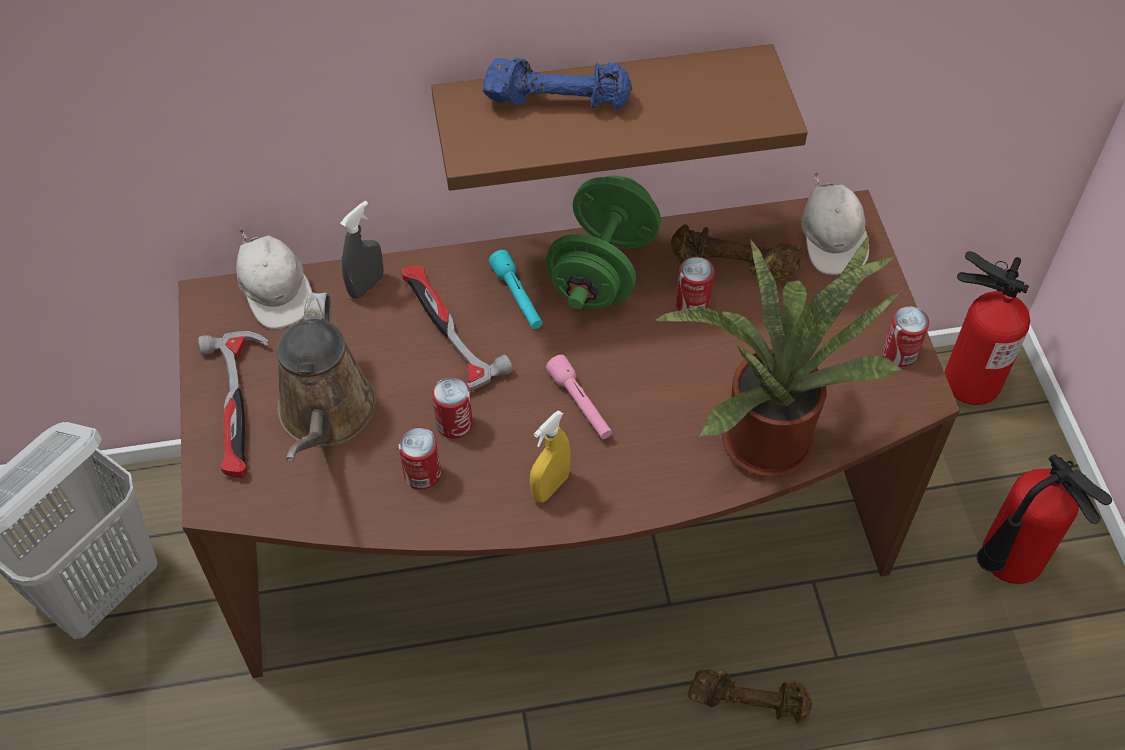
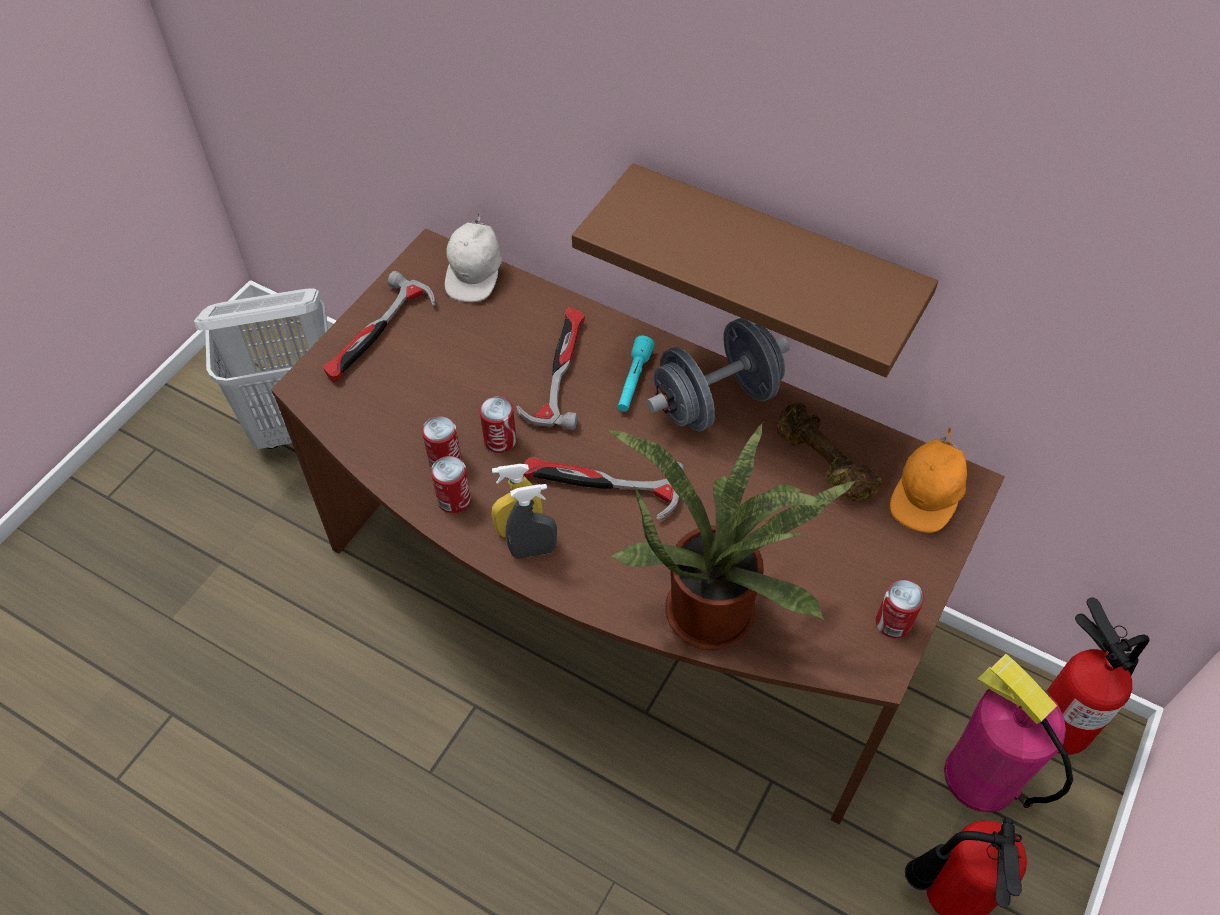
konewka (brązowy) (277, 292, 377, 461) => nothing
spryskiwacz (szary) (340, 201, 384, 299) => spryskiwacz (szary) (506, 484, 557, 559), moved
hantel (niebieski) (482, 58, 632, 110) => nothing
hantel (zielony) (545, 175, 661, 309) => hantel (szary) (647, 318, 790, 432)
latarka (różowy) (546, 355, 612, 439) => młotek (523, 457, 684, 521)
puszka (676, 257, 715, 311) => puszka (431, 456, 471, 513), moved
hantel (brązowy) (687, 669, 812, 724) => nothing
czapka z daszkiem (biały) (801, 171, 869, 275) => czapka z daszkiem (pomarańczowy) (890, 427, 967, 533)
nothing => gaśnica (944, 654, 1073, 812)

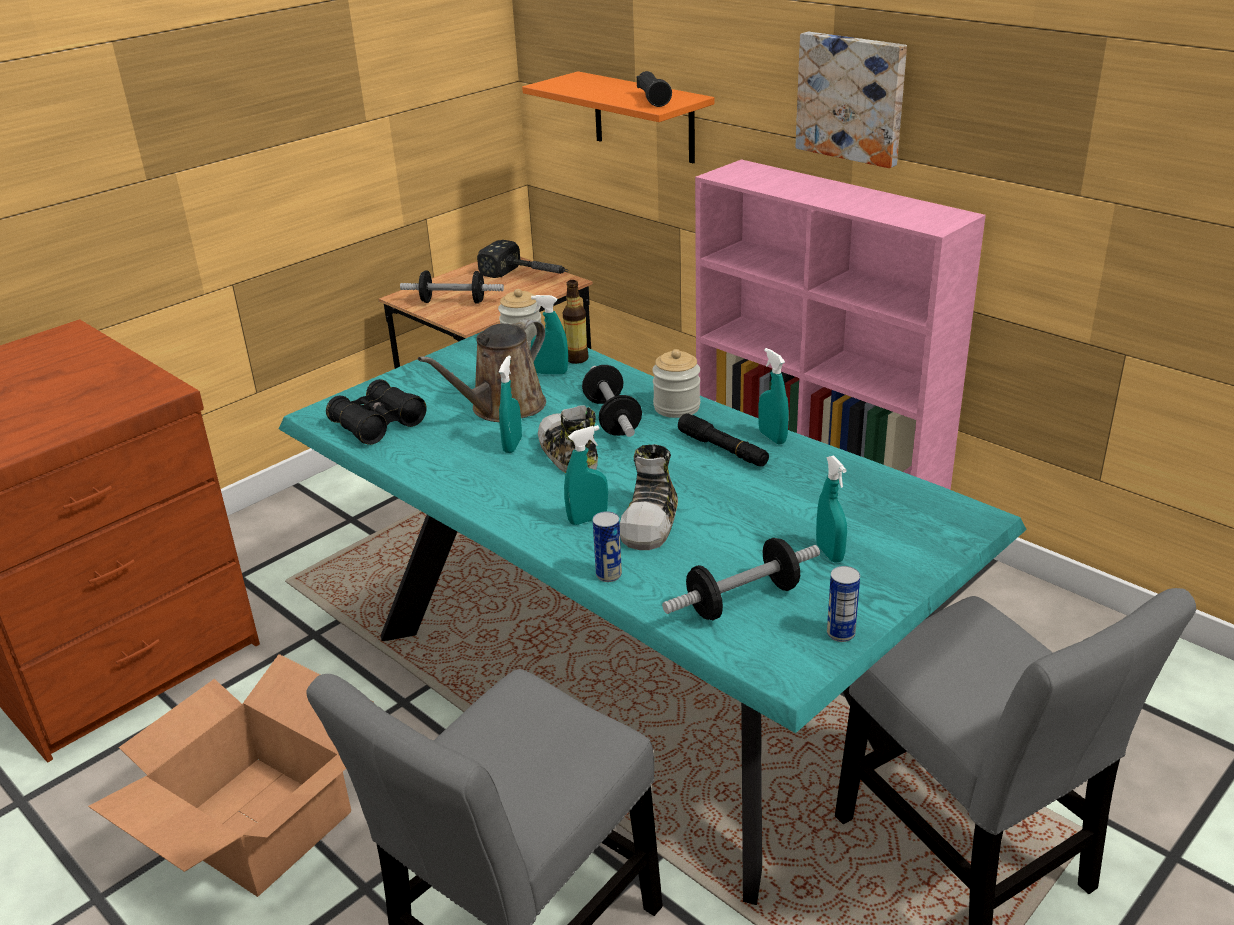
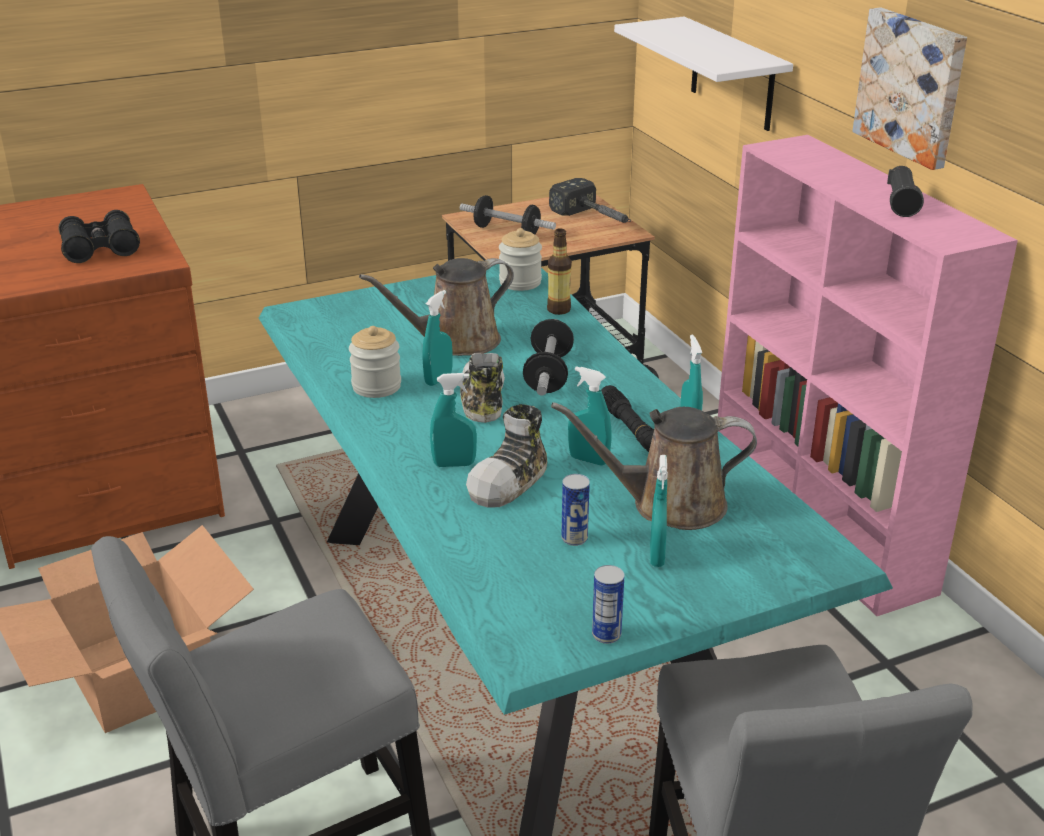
lornetka (czarny) (326, 379, 427, 445) => lornetka (czarny) (58, 210, 140, 263), moved
półka (pomarańczowy) (522, 71, 714, 164) => półka (biały) (614, 17, 793, 131)
spryskiwacz (turkusowy) (531, 295, 568, 374) => spryskiwacz (turkusowy) (568, 366, 612, 466), moved
puszka (593, 511, 622, 582) => puszka (561, 474, 590, 546), moved
latarka (czarny) (637, 71, 672, 107) => latarka (czarny) (887, 166, 924, 217), moved
słoik (652, 349, 700, 418) => słoik (349, 326, 401, 398), moved
hantel (662, 538, 820, 620) => nothing
nothing => konewka (brązowy) (551, 402, 757, 530)

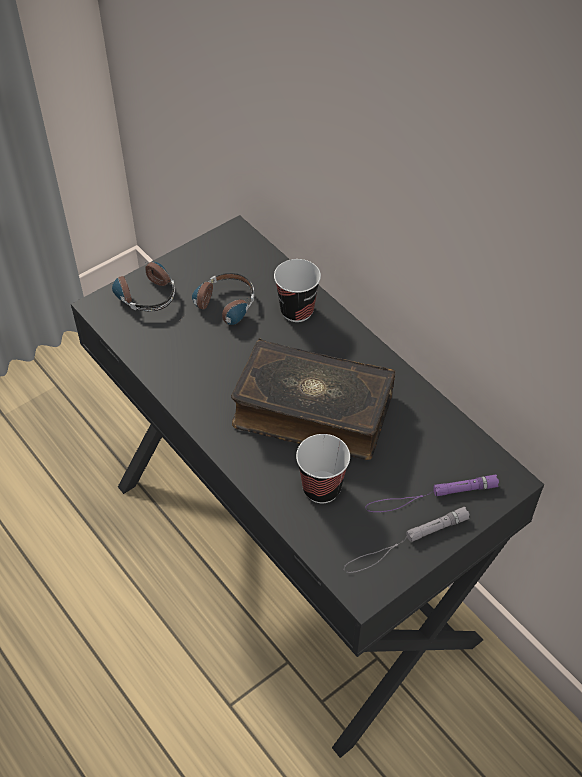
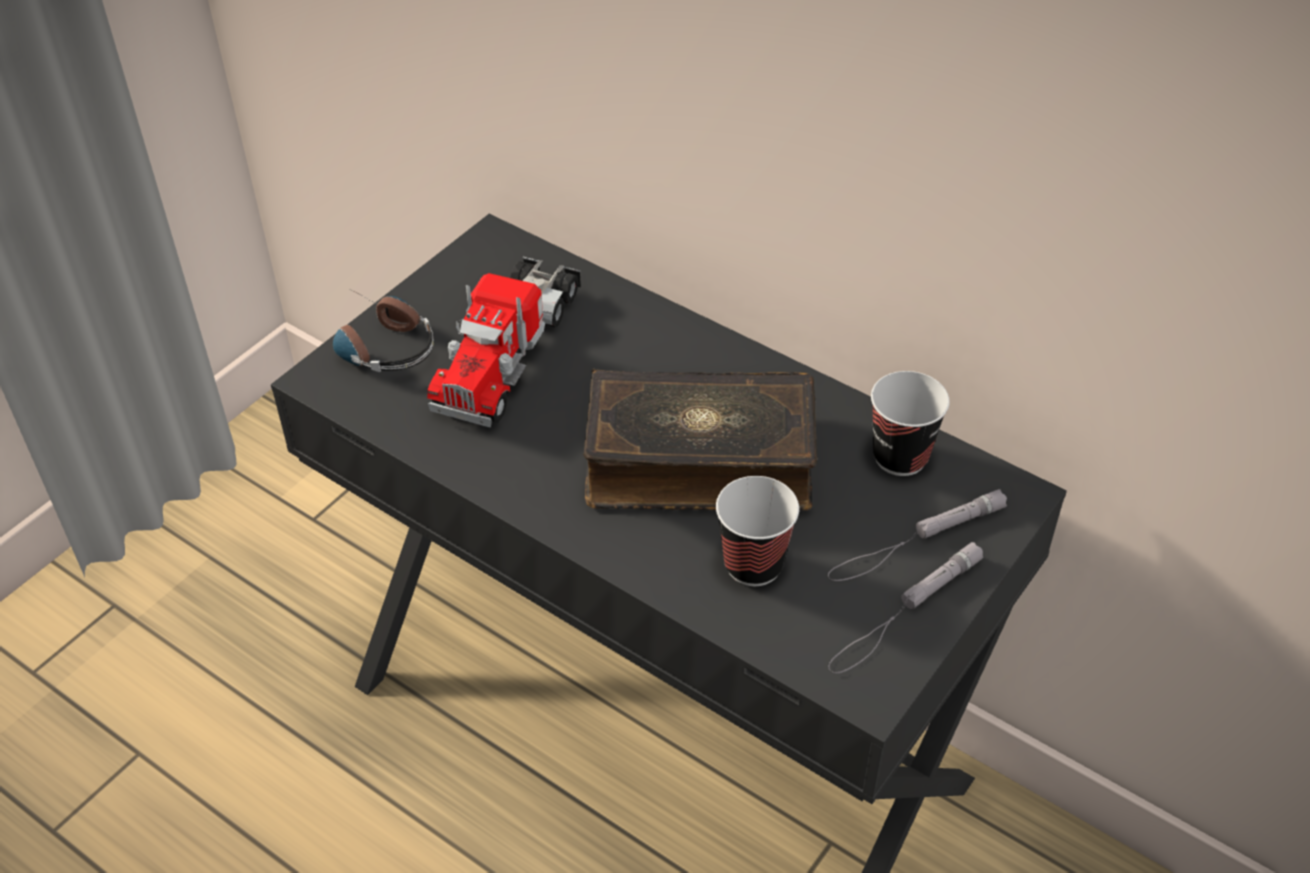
słuchawki (182, 273, 254, 325) => ciężarówka zabawkowa (427, 257, 581, 428)
filiżanka (274, 259, 321, 322) => filiżanka (871, 371, 950, 476), moved
latarka (fioletowy) (365, 475, 499, 512) => latarka (szary) (828, 489, 1007, 581)

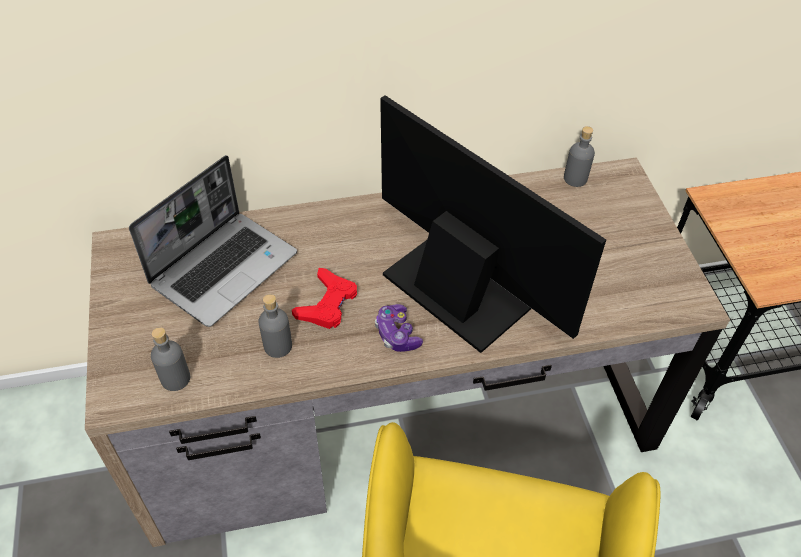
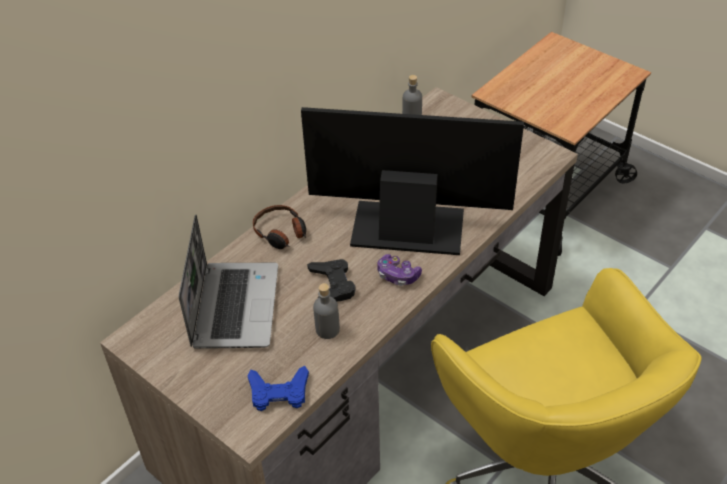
butelka (szary) (151, 327, 190, 391) => pad do gier (niebieski) (247, 366, 309, 411)
pad do gier (czerwony) (292, 268, 357, 329) => pad do gier (czarny) (307, 259, 356, 301)
nothing => słuchawki (253, 205, 306, 249)

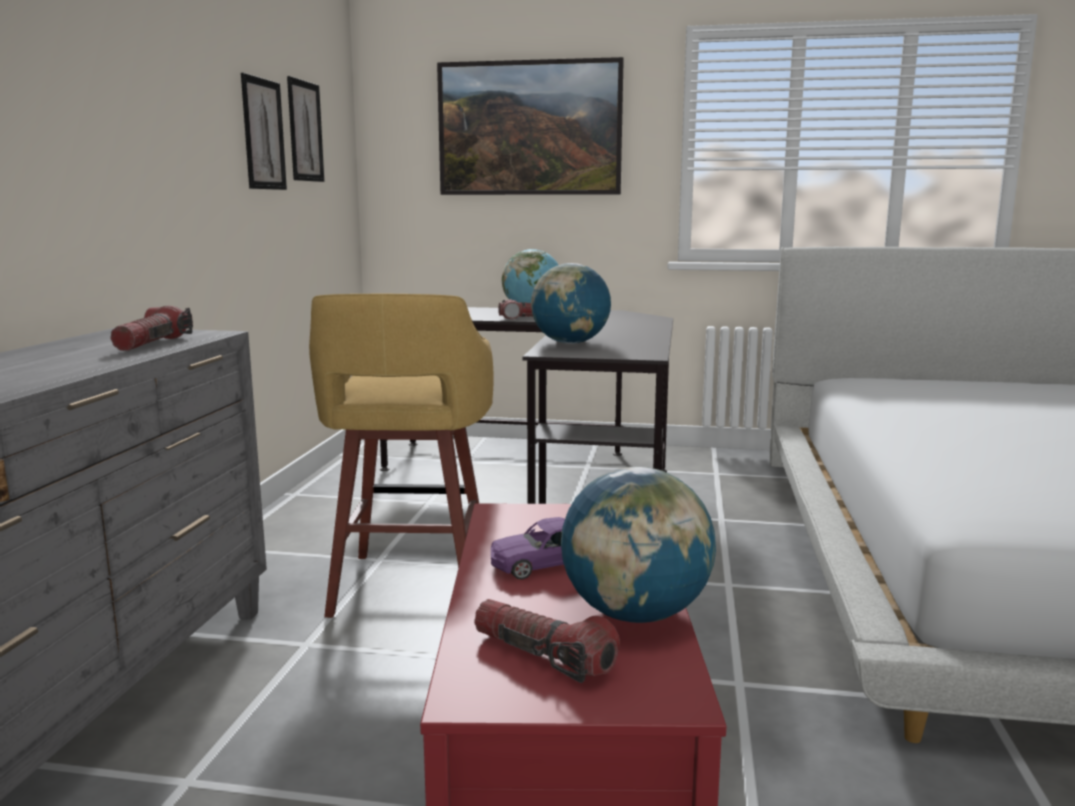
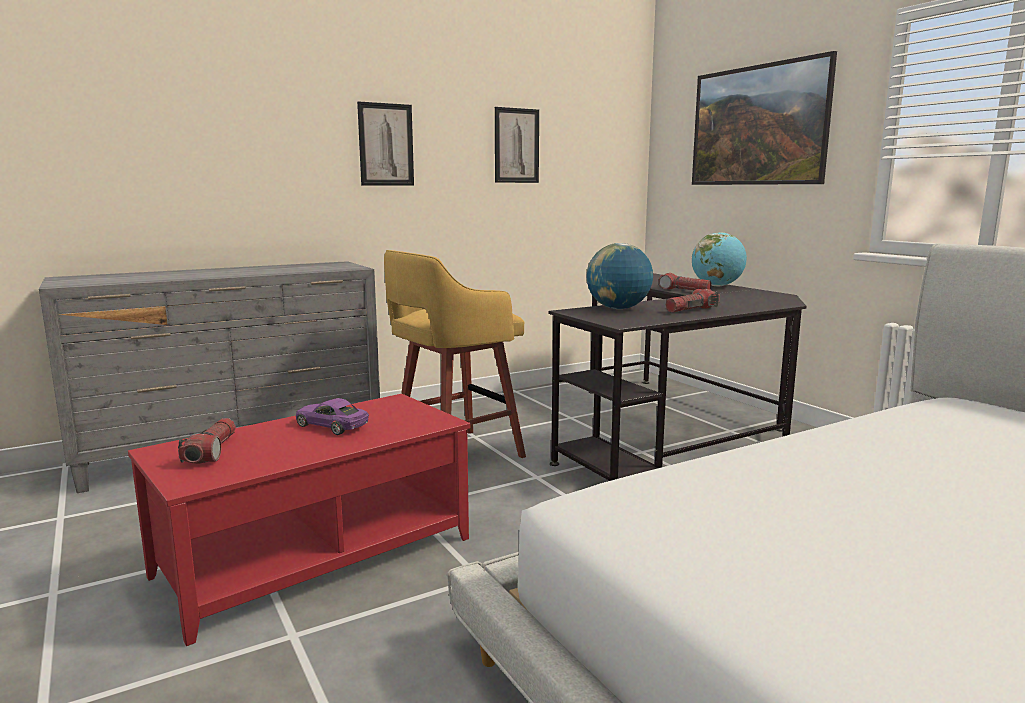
latarka (110, 306, 193, 351) => latarka (665, 289, 720, 313), moved
obraz (287, 76, 324, 182) => obraz (357, 101, 414, 186), moved
globus (561, 467, 716, 623) => nothing

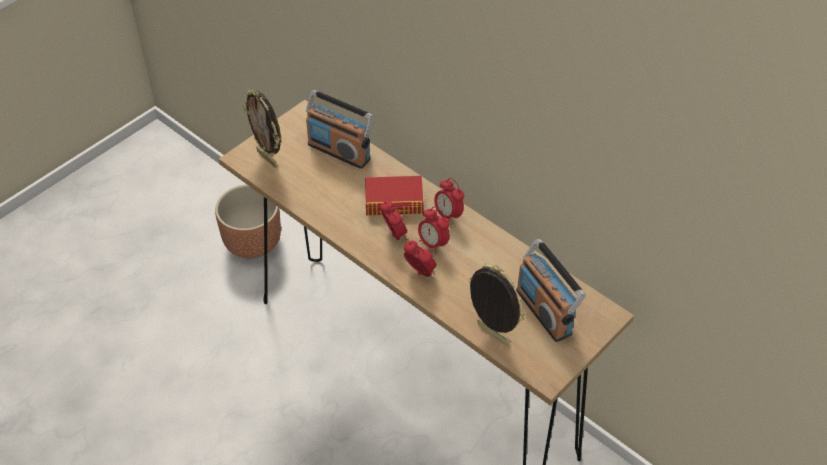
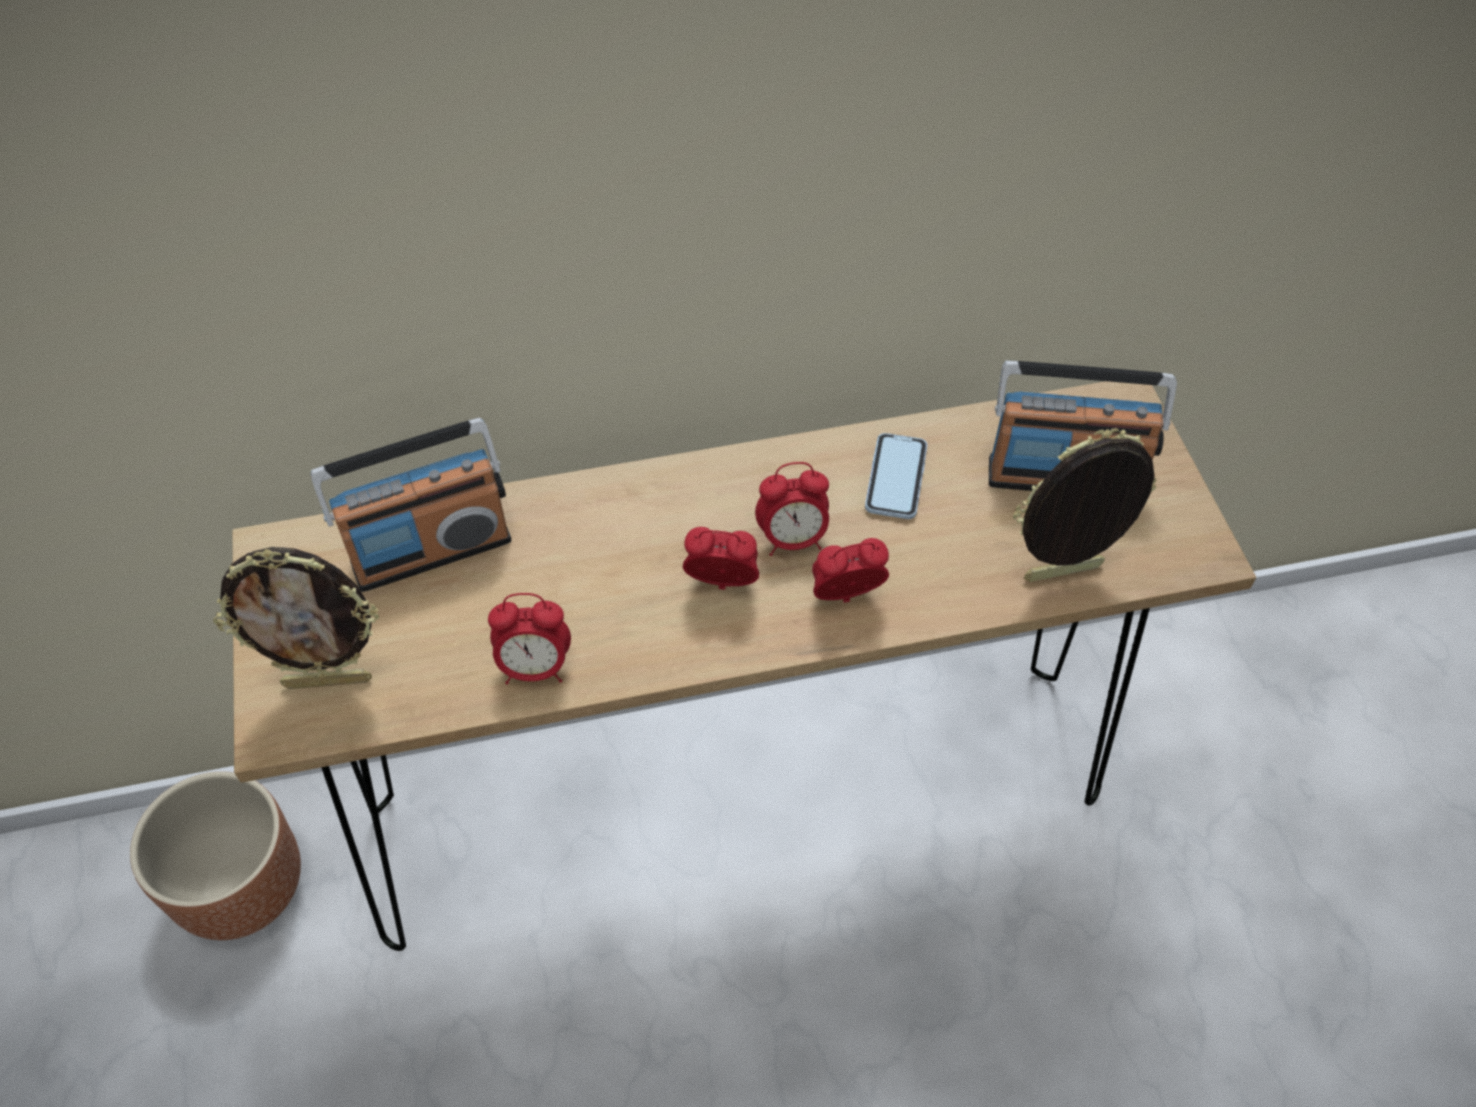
książka (365, 176, 424, 215) => nothing
budzik (434, 178, 464, 223) => budzik (488, 593, 571, 684), moved
nothing => telefon (865, 433, 927, 519)

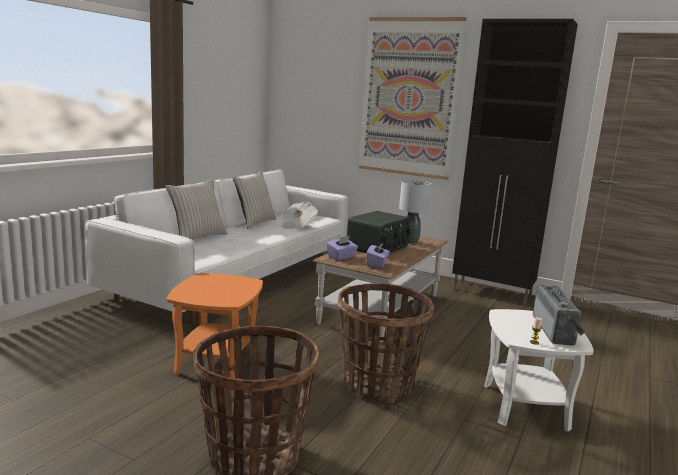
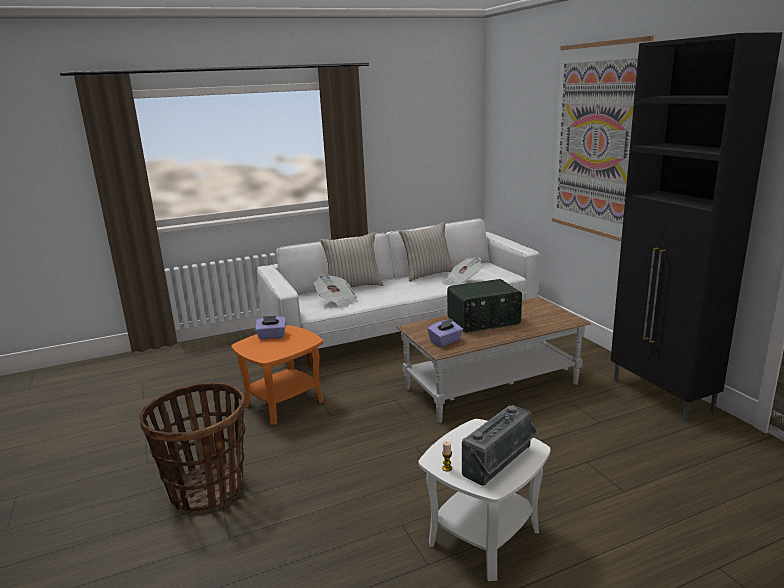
pudełko chusteczek (fioletowy) (326, 236, 358, 260) => pudełko chusteczek (fioletowy) (255, 316, 286, 339), moved
koszyk (338, 283, 434, 403) => nothing
lampa stołowa (szary) (399, 180, 431, 244) => nothing
nothing => gazeta (314, 274, 357, 308)

